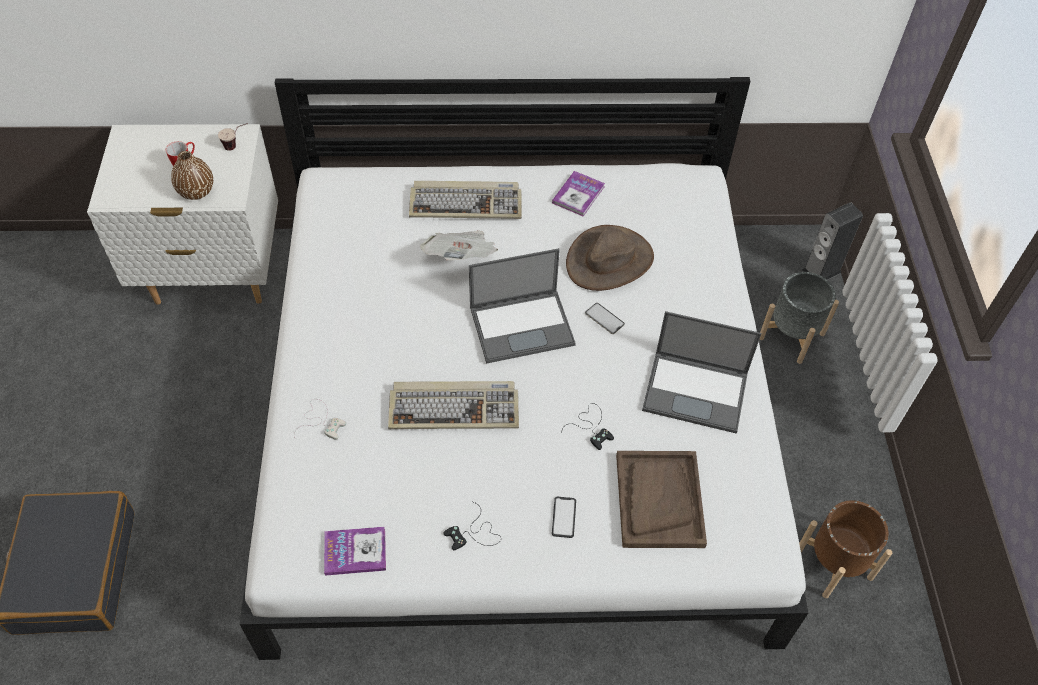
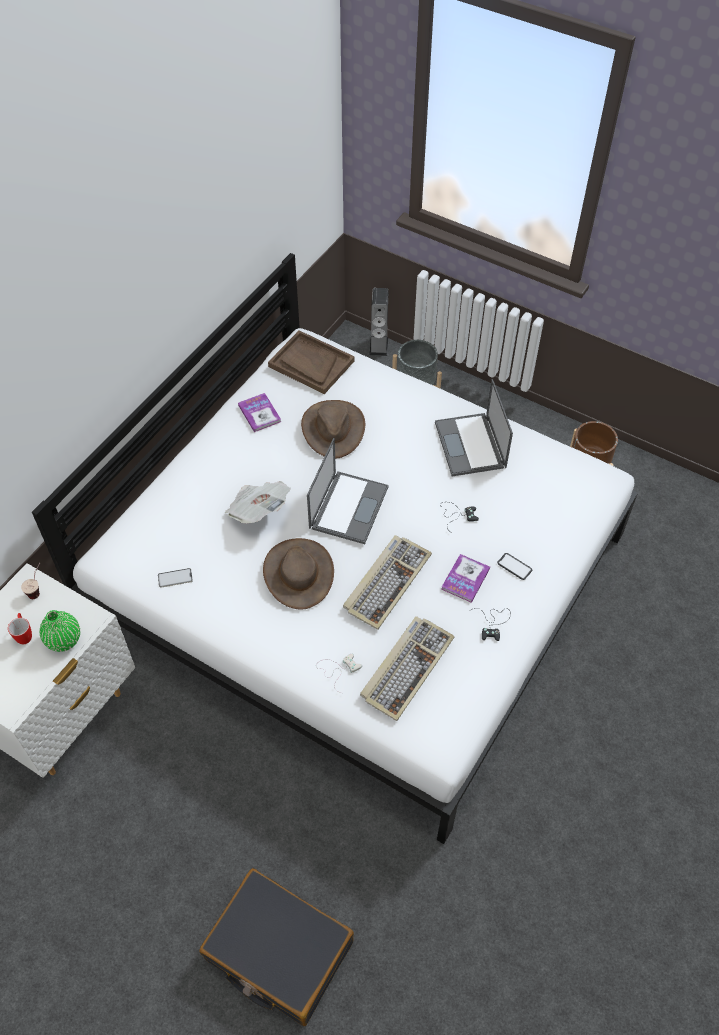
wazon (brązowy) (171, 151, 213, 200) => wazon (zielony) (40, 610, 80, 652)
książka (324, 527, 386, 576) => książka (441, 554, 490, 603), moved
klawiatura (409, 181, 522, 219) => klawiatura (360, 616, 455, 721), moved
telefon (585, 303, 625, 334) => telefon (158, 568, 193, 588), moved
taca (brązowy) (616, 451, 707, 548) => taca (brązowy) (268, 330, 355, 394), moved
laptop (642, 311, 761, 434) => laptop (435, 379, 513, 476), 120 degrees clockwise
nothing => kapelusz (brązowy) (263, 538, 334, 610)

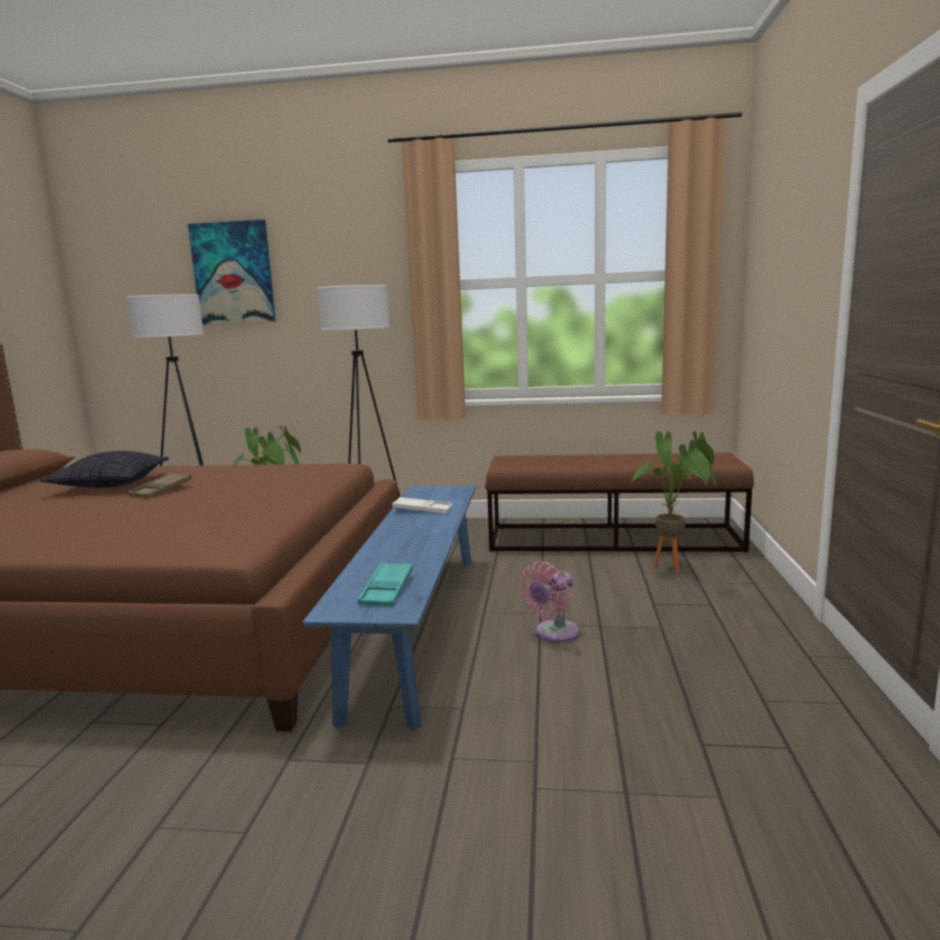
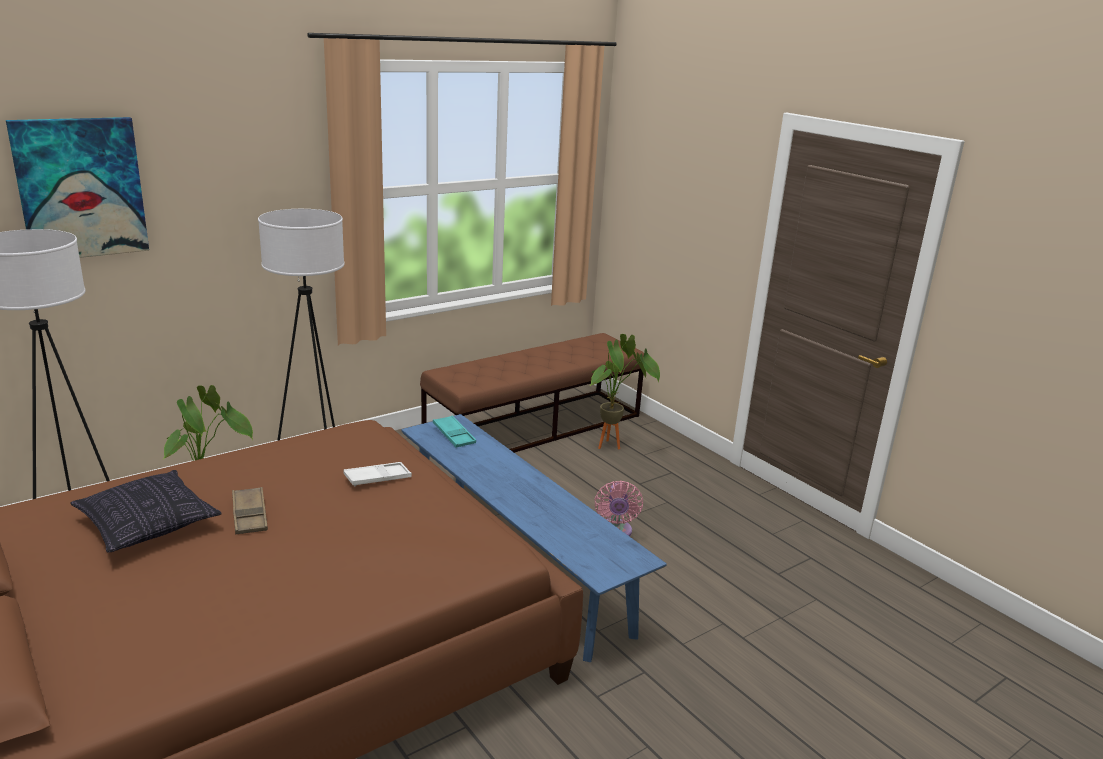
taca (turkusowy) (358, 562, 413, 606) => taca (turkusowy) (433, 415, 476, 448), moved
taca (biały) (392, 497, 452, 514) => taca (biały) (343, 462, 412, 486), moved

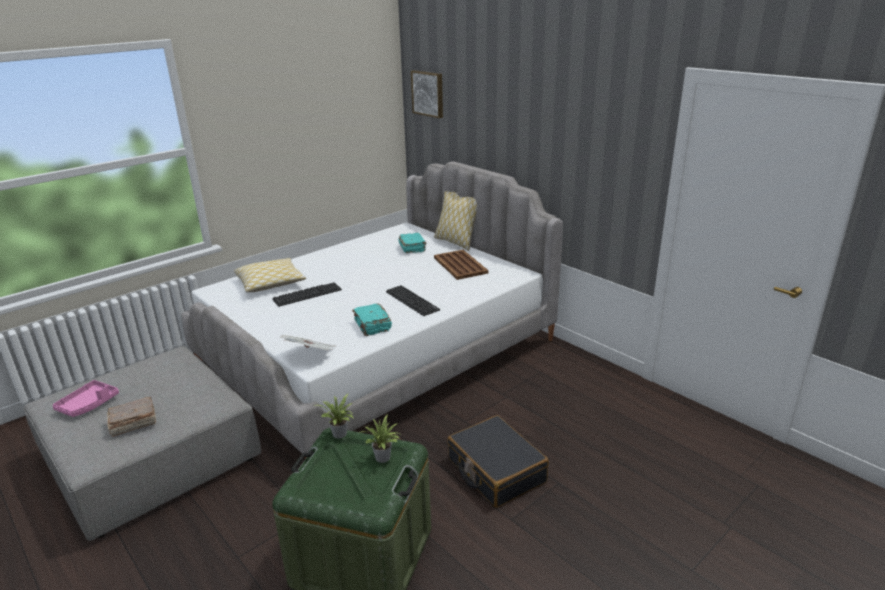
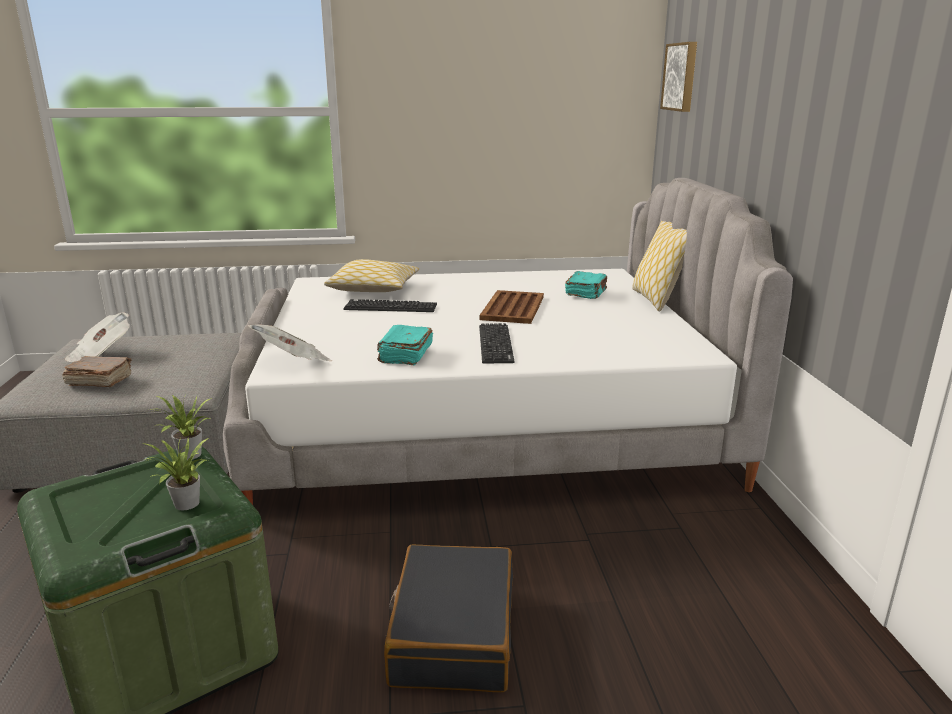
taca (różowy) (53, 380, 119, 417) => gazeta (65, 312, 130, 362)
taca (brązowy) (434, 250, 488, 280) => taca (brązowy) (479, 290, 544, 324), moved

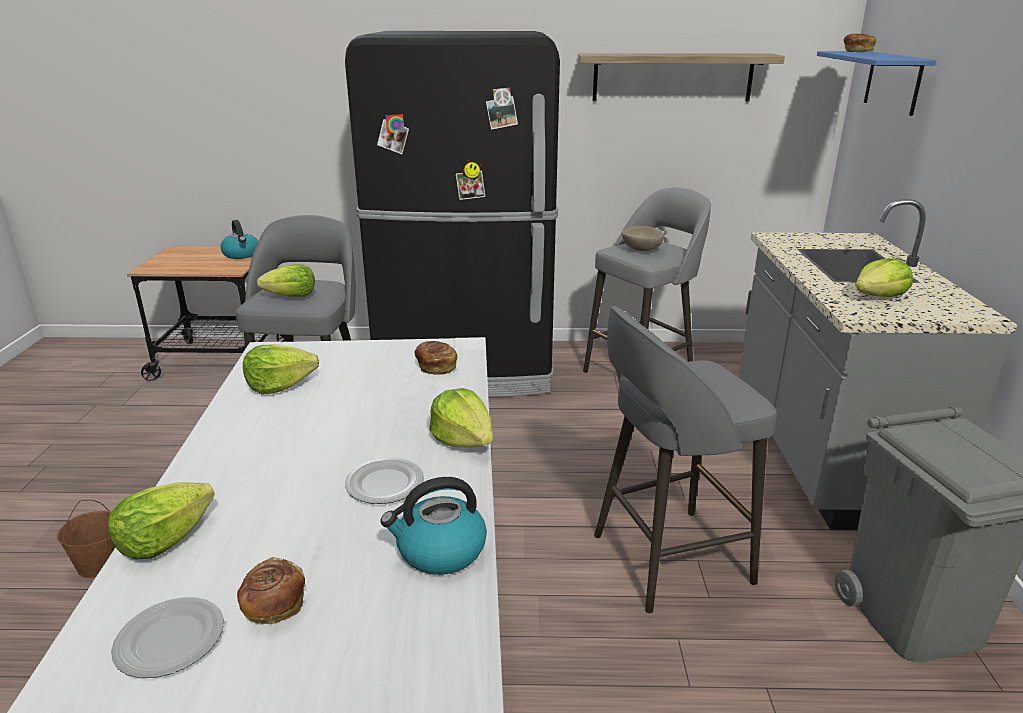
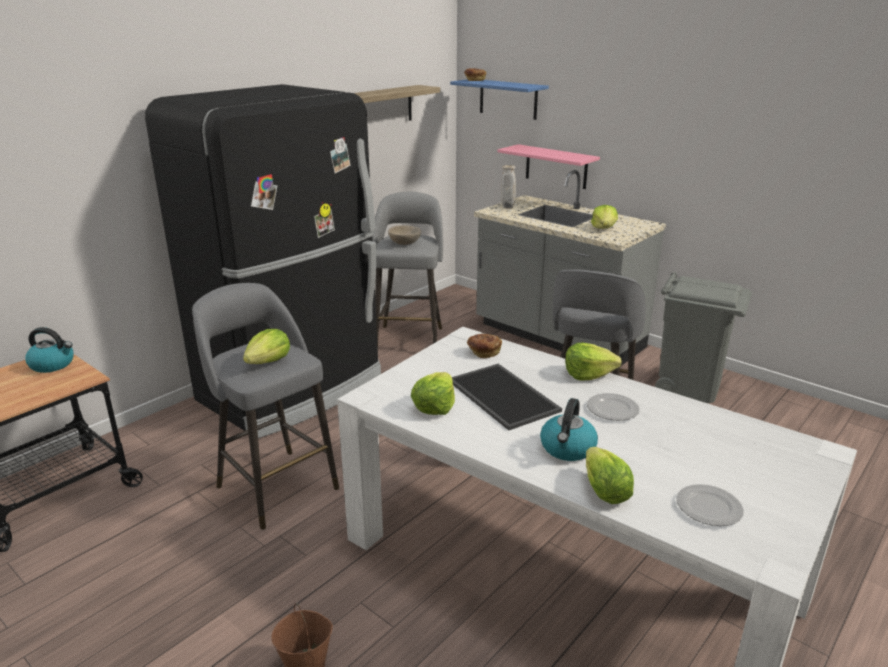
chleb (237, 557, 305, 624) => nothing
czajnik (380, 477, 487, 575) => czajnik (540, 398, 598, 461), moved
nothing => taca (452, 364, 562, 430)
nothing => półka (różowy) (498, 144, 600, 189)
nothing => wazon (beżowy) (501, 165, 516, 208)

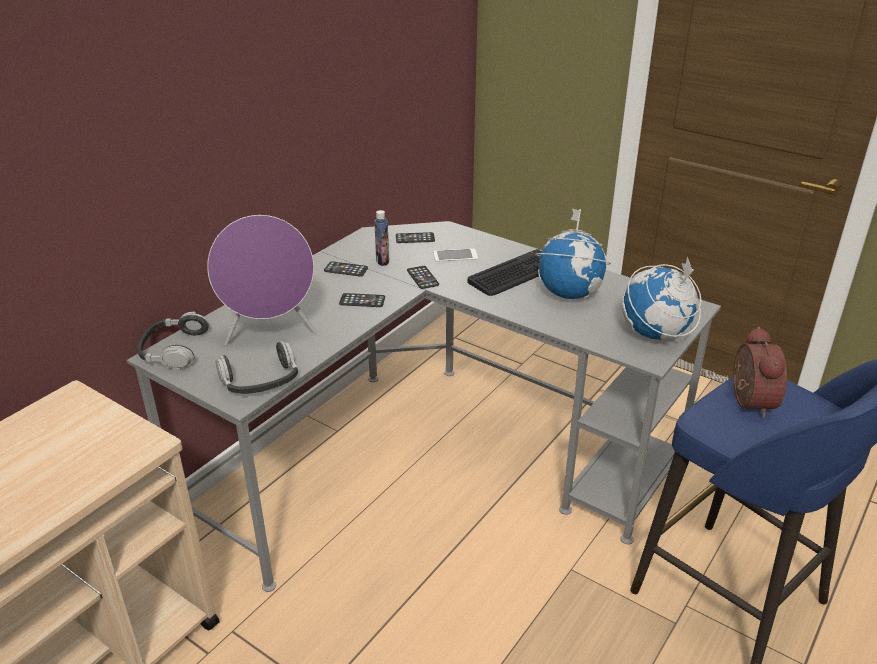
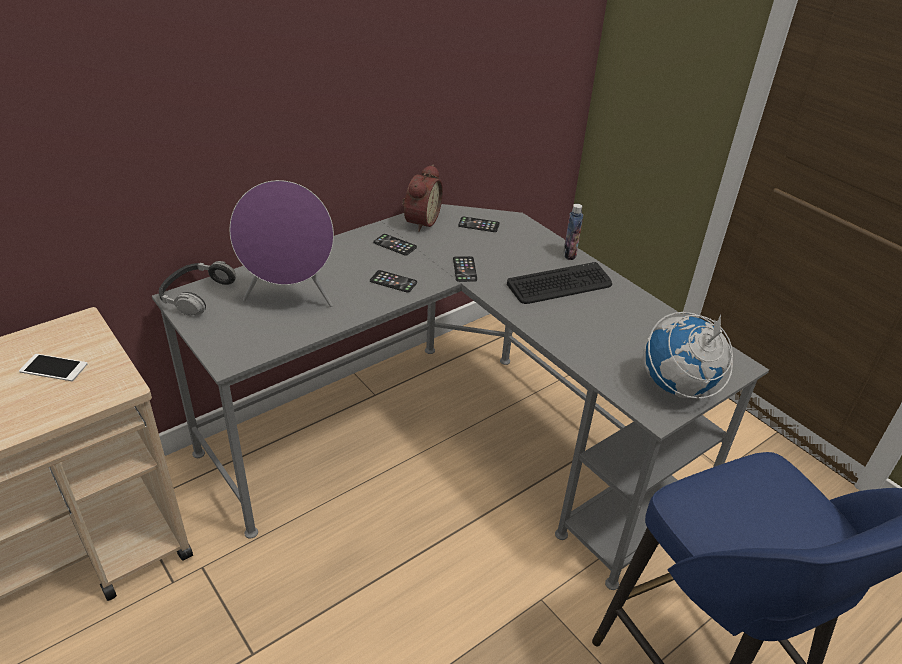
słuchawki (215, 341, 298, 394) => nothing
butelka (374, 210, 389, 266) => butelka (563, 204, 583, 260), moved
telefon (433, 249, 478, 262) => telefon (19, 354, 87, 381), moved
globus (535, 208, 611, 299) => nothing
budzik (733, 326, 787, 418) => budzik (403, 165, 443, 232), moved

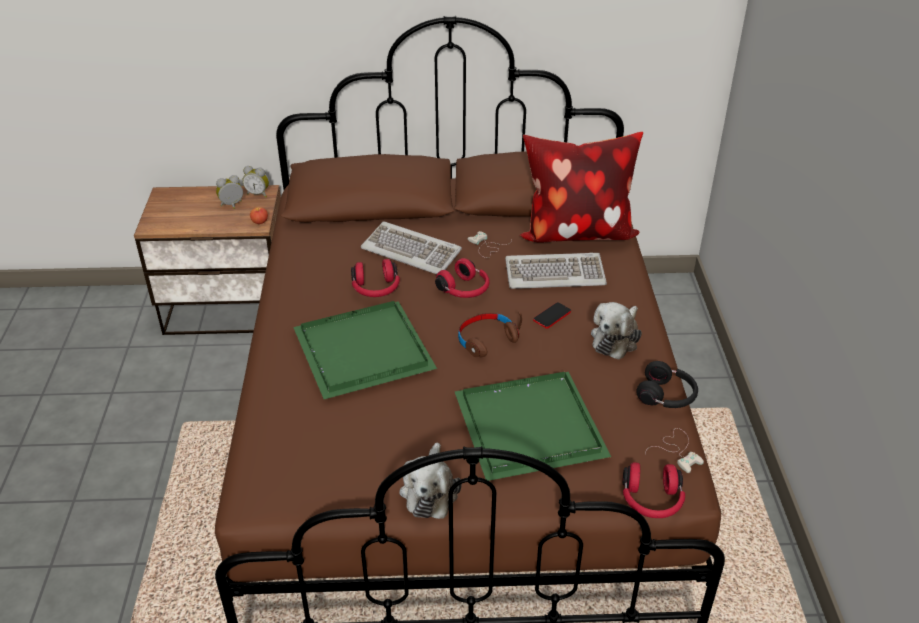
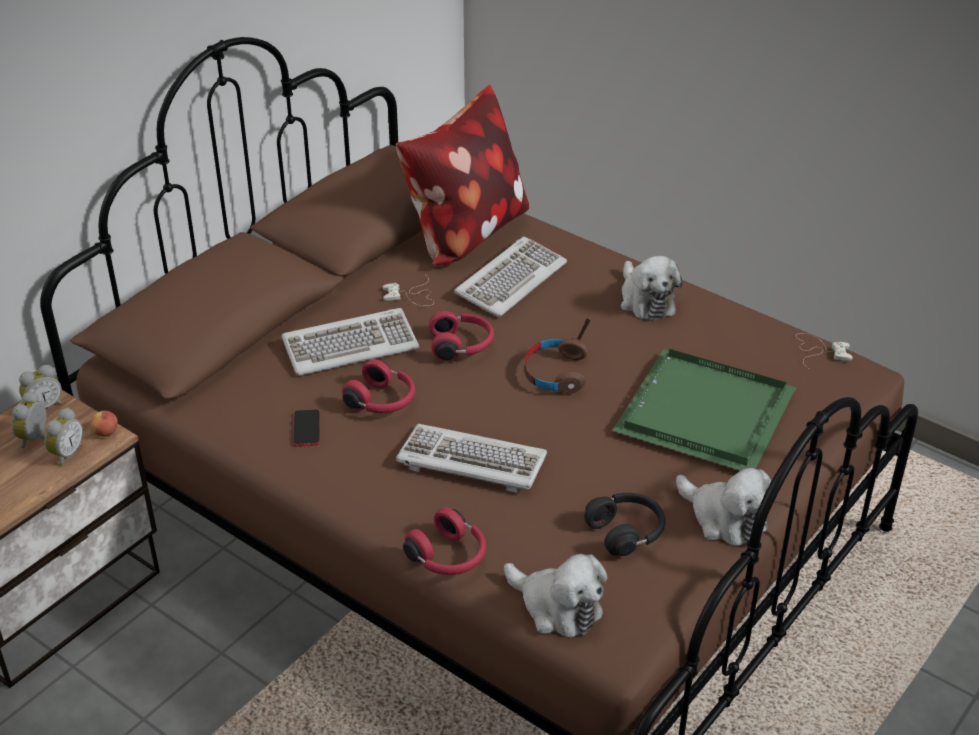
taca (zielony) (293, 301, 437, 399) => klawiatura (395, 424, 547, 493)
telefon (533, 302, 571, 329) => telefon (293, 409, 320, 447), moved
słuchawki (czerwony) (622, 462, 685, 518) => słuchawki (czerwony) (403, 508, 486, 575), moved
słuchawki (czarny) (636, 361, 698, 408) => słuchawki (czarny) (584, 493, 666, 556), moved
nothing => budzik (45, 408, 83, 466)
nothing => pluszak (504, 554, 608, 637)

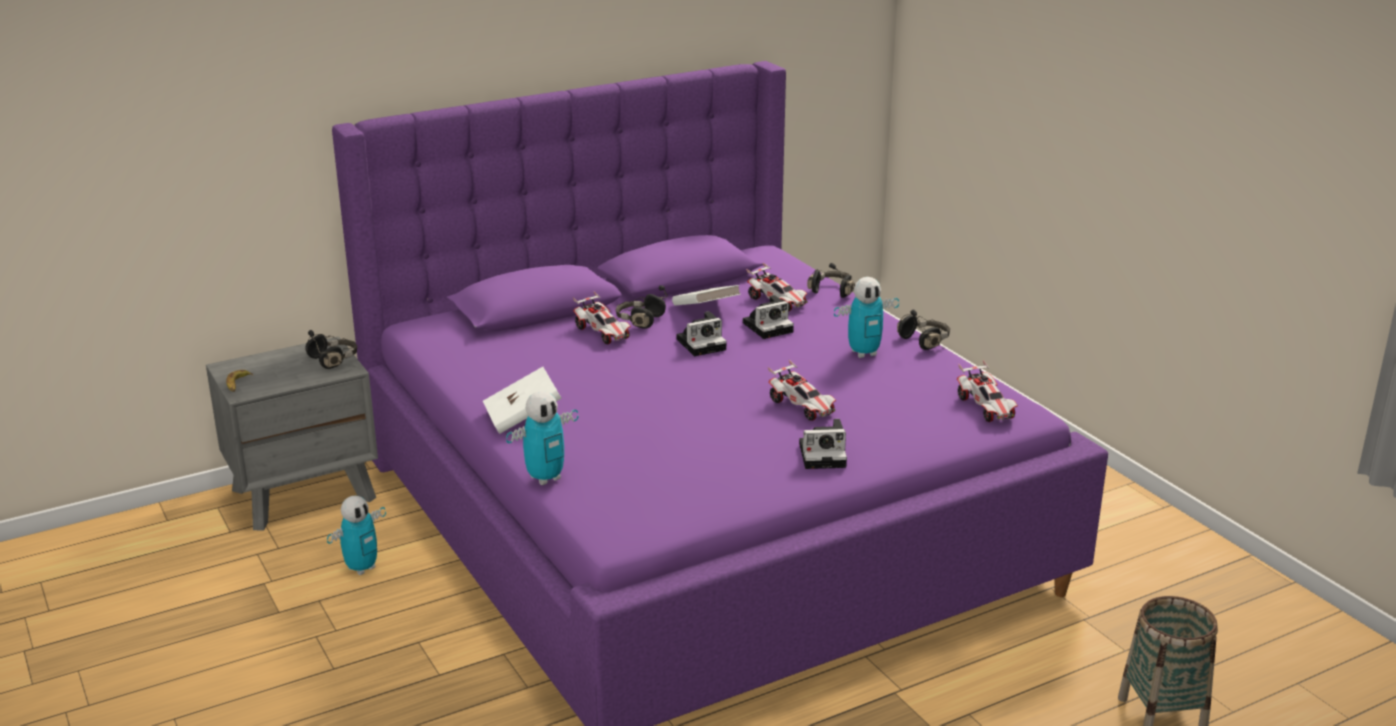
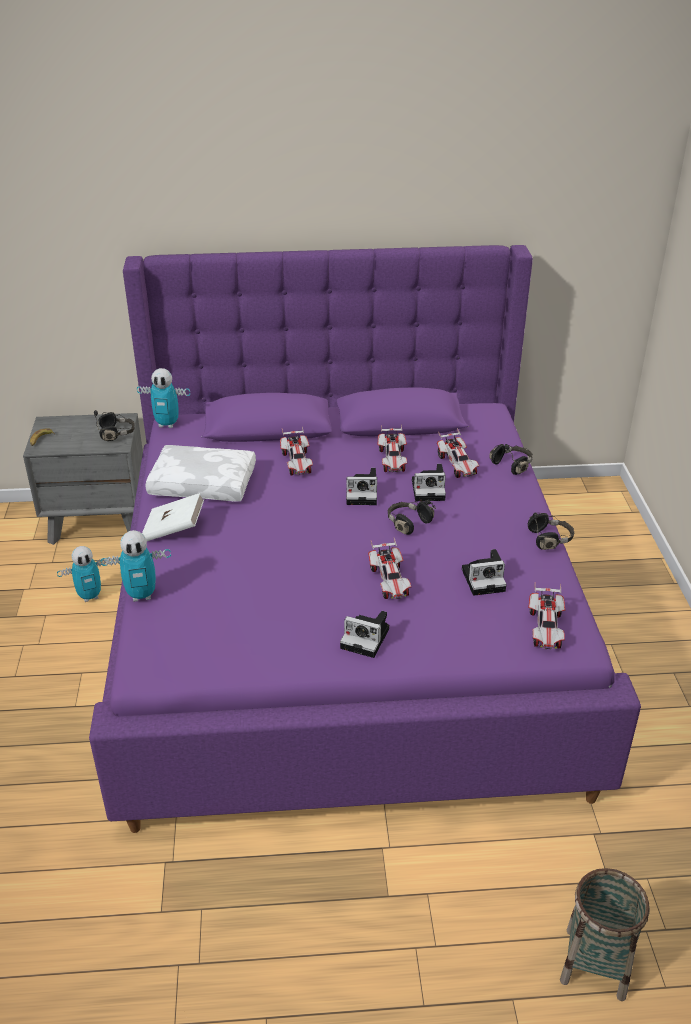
słuchawki (czarny) (616, 285, 668, 329) => słuchawki (czarny) (388, 500, 436, 535), moved
książka (biały) (672, 285, 741, 306) => samochodzik (378, 424, 407, 472)
robot zabawkowy (834, 277, 899, 358) => robot zabawkowy (137, 368, 190, 428), moved
nothing => poduszka (biały) (145, 445, 256, 502)
nothing => aparat fotograficzny (462, 549, 507, 596)

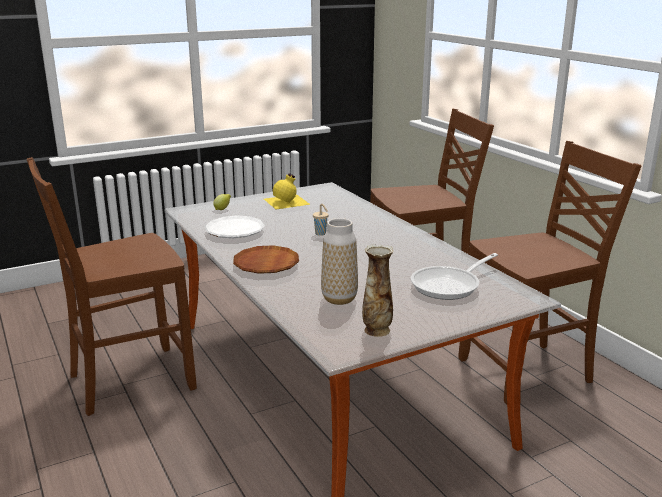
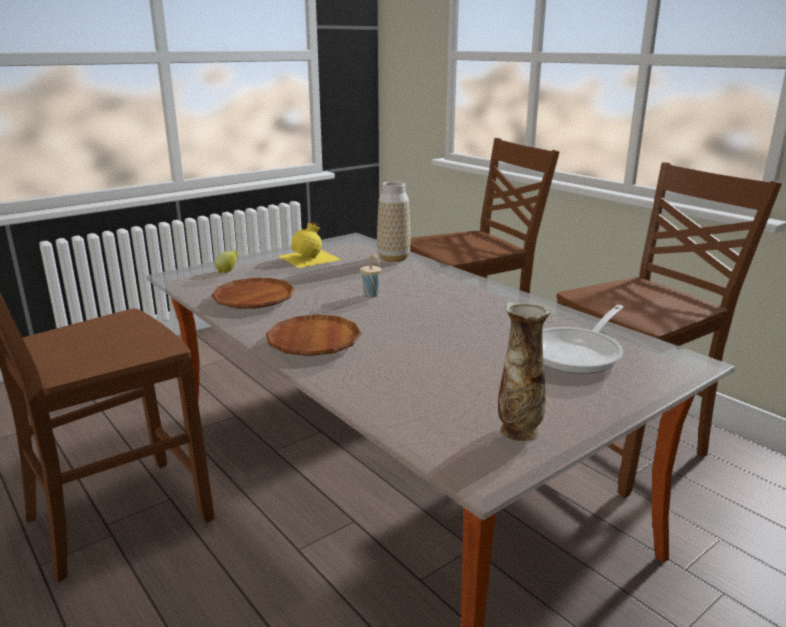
talerz (biały) (205, 215, 265, 238) => talerz (brązowy) (211, 278, 294, 309)
wazon (321, 218, 358, 305) => wazon (377, 181, 411, 262), moved

